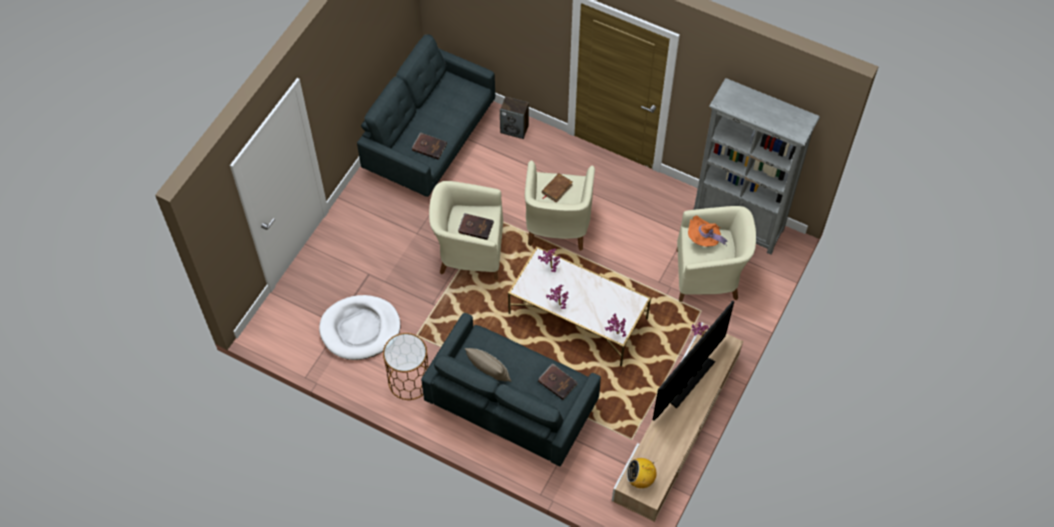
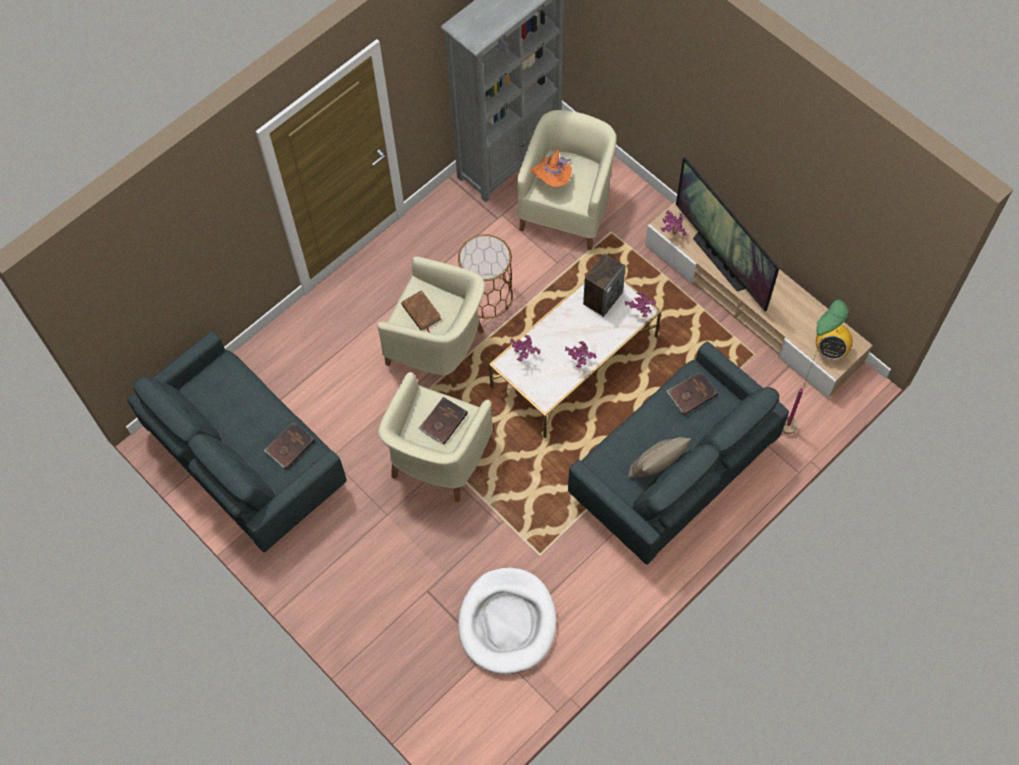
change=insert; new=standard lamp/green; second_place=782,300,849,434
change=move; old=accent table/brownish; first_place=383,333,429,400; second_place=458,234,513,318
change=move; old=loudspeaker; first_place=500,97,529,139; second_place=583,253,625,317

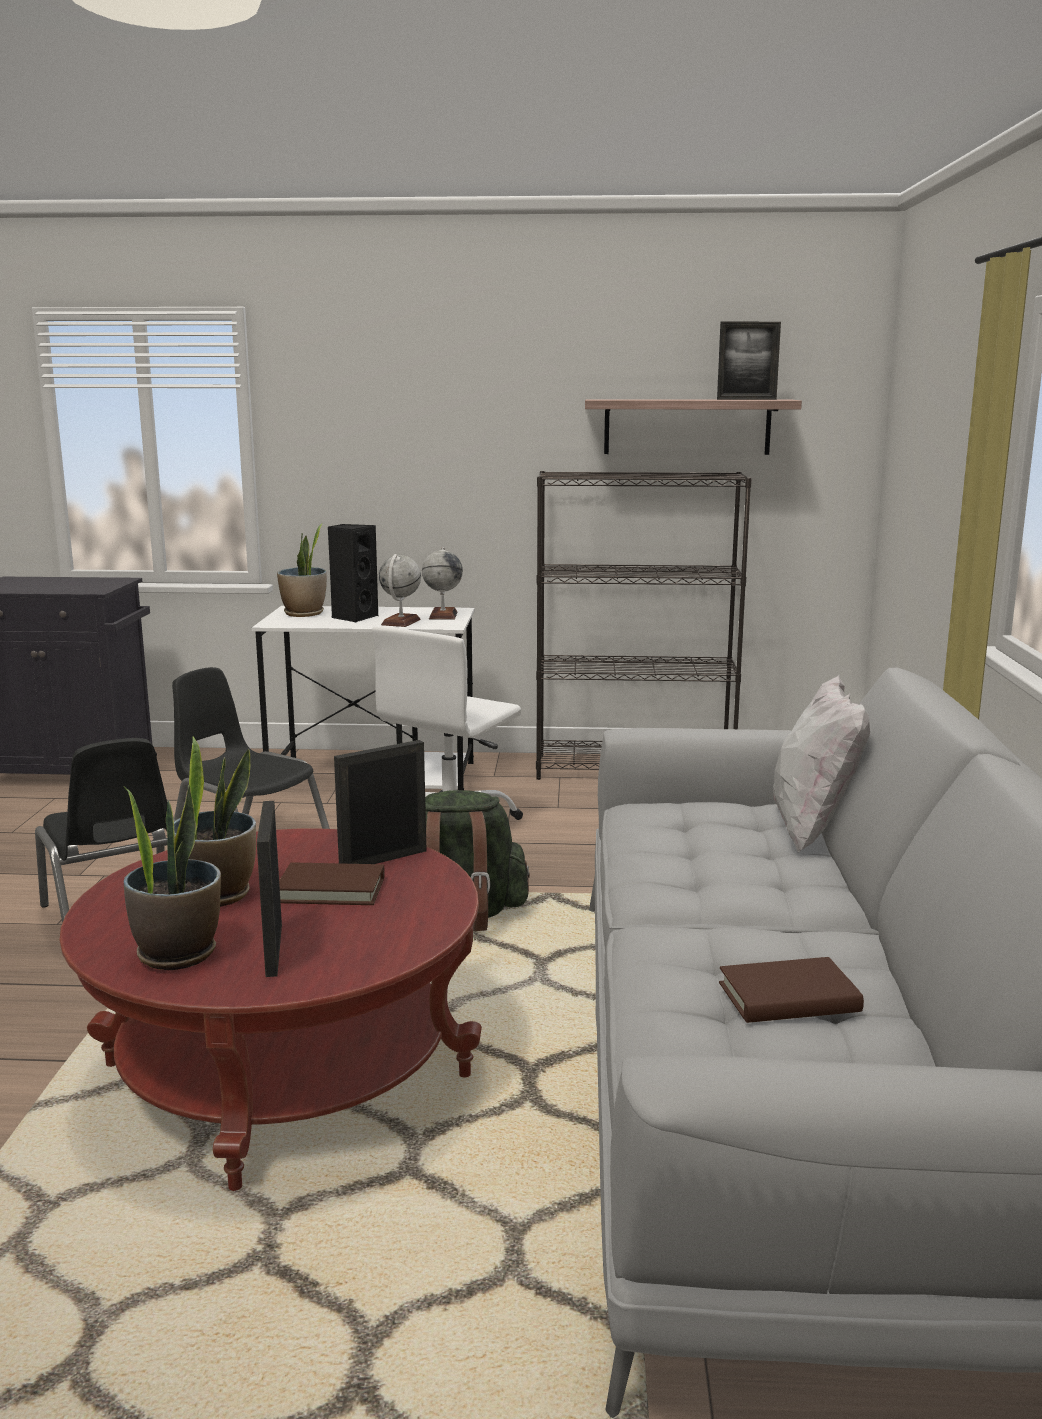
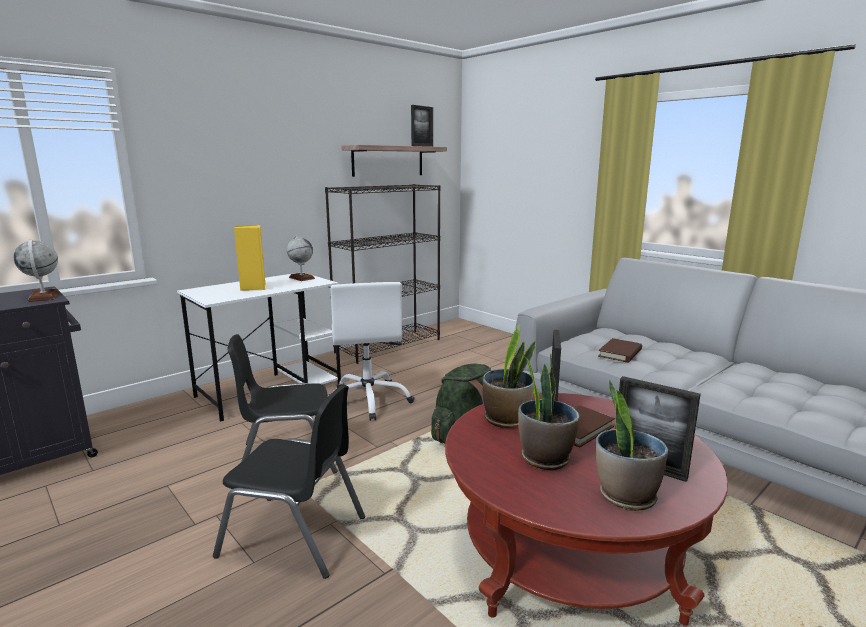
change=delete; old=cushion/white; first_place=773,675,870,852
change=move; old=houseplant; first_place=277,523,327,617; second_place=482,324,536,428
change=move; old=world globe; first_place=379,554,421,627; second_place=14,239,59,302
change=move; old=bound book/brownish; first_place=719,957,864,1023; second_place=598,338,642,363
change=recolor; old=loudspeaker/black-coloured; new=loudspeaker/yellow-coloured; first_place=328,524,378,623; second_place=234,225,266,291

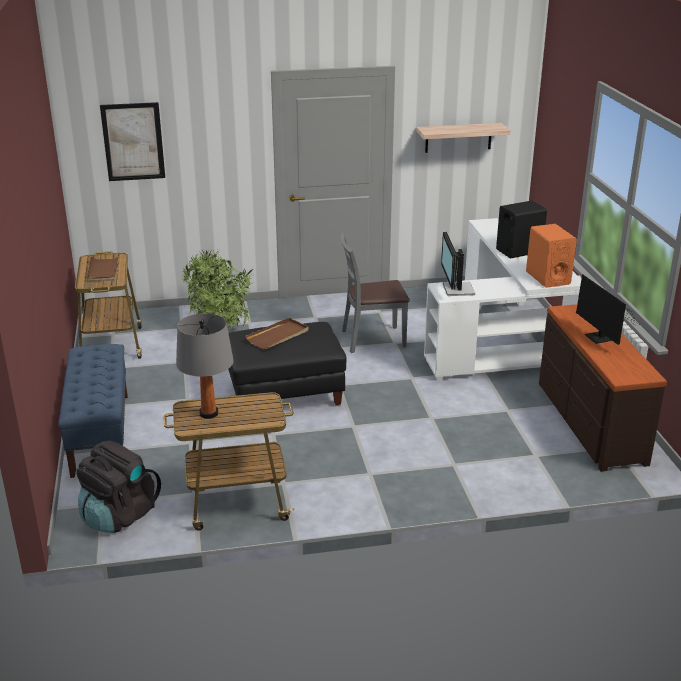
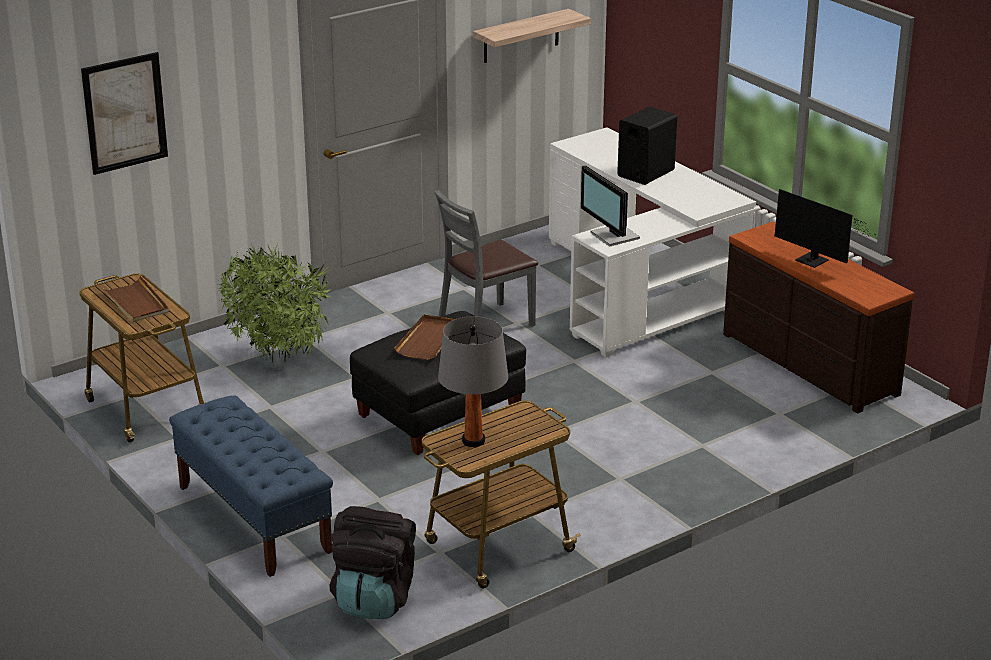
change=delete; old=loudspeaker/orangey; first_place=526,224,577,288

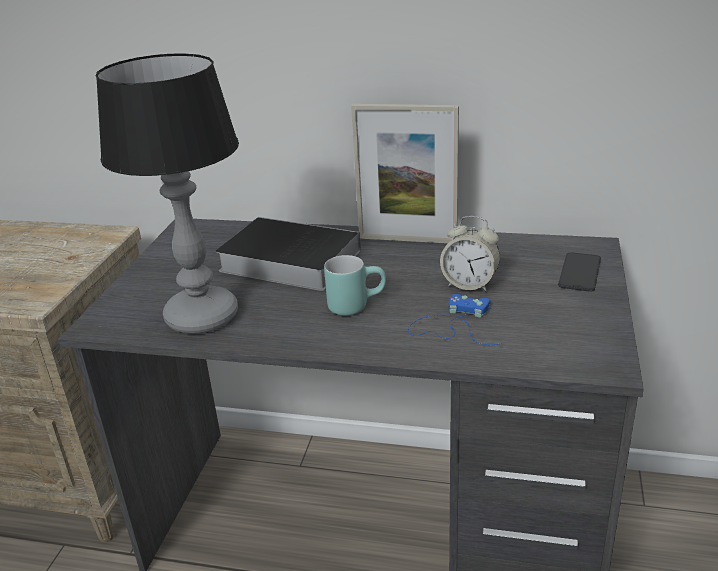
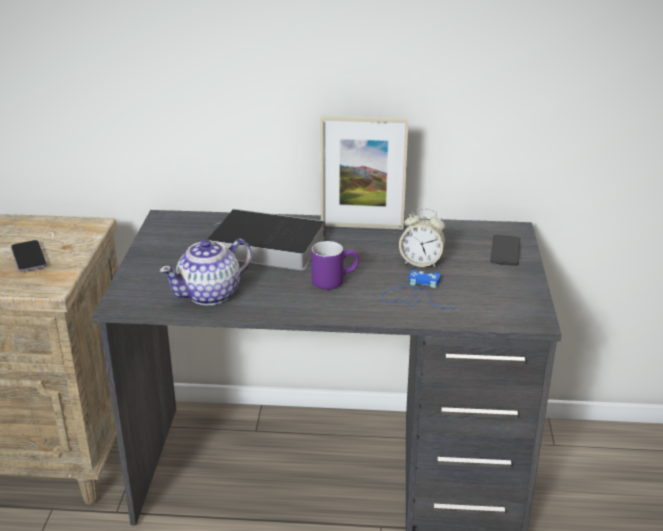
change=insert; new=telephone; second_place=11,240,47,272
change=replace; old=table lamp; new=pot for tea; first_place=96,53,239,334; second_place=159,239,252,306
change=recolor; old=tea mug/turquoise-coloured; new=tea mug/purple; first_place=324,255,386,316; second_place=311,241,359,290

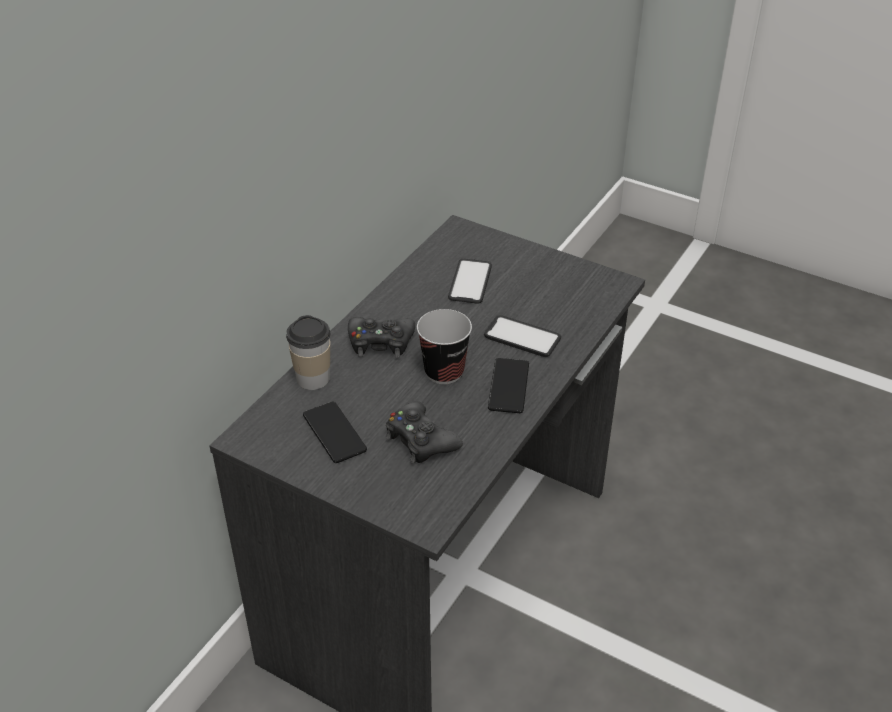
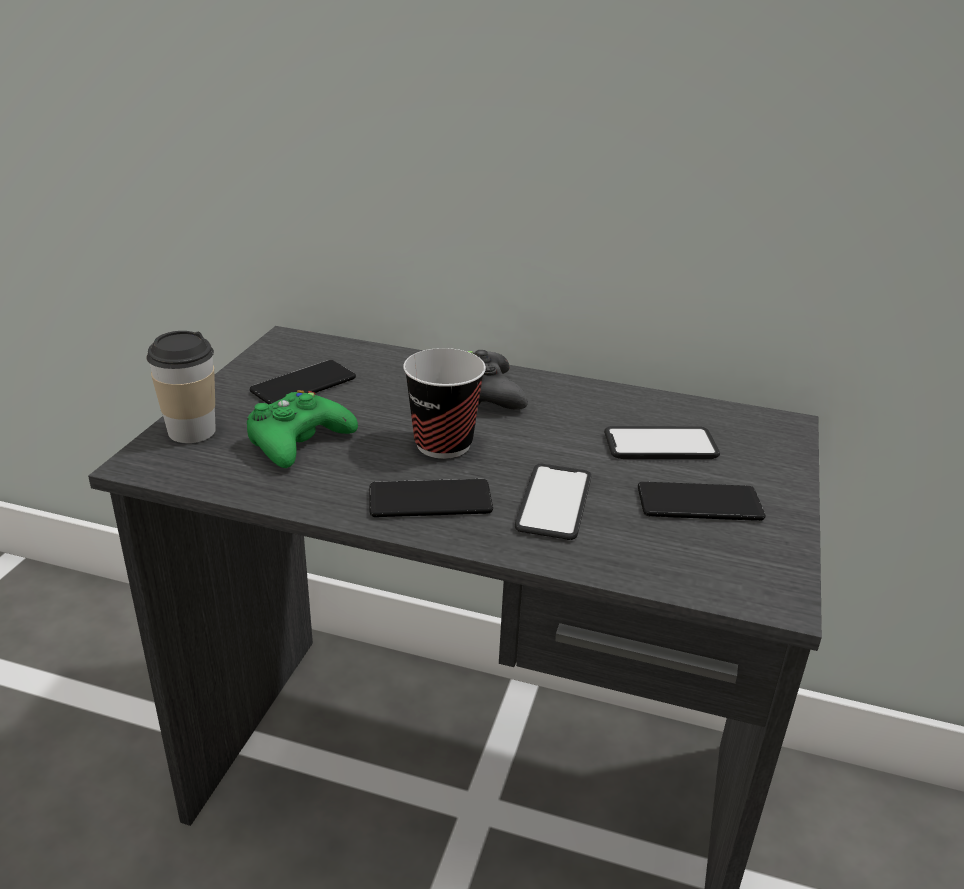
change=insert; new=telephone; second_place=638,482,765,521
change=move; old=drinking cup; first_place=286,315,330,390; second_place=146,331,216,443
change=recolor; old=game controller/black-coloured; new=game controller/green; first_place=386,401,463,464; second_place=247,390,358,468

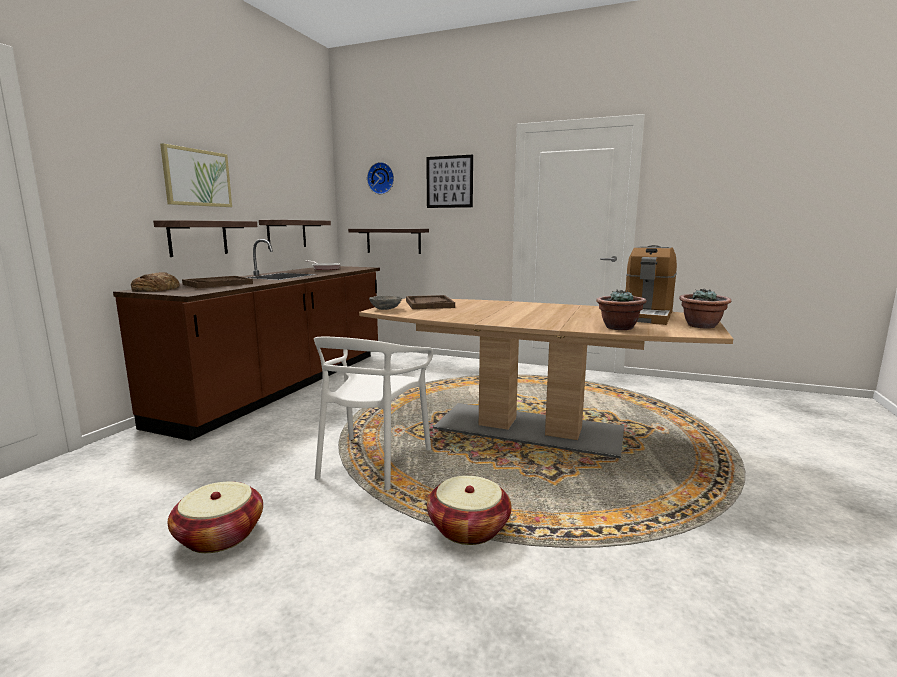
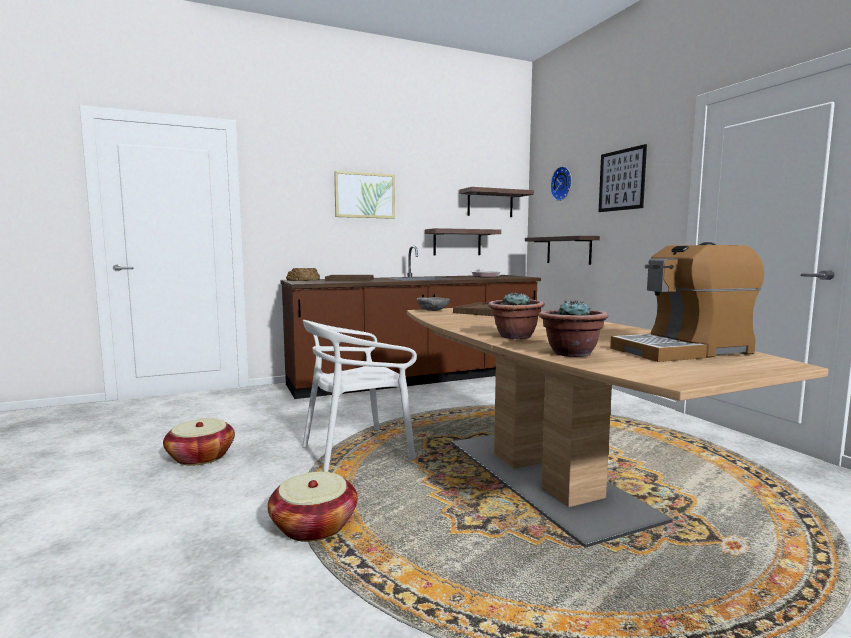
change=move; old=bracket shelf; first_place=153,220,257,257; second_place=459,187,534,217
change=move; old=houseplant; first_place=679,289,732,329; second_place=488,291,545,339

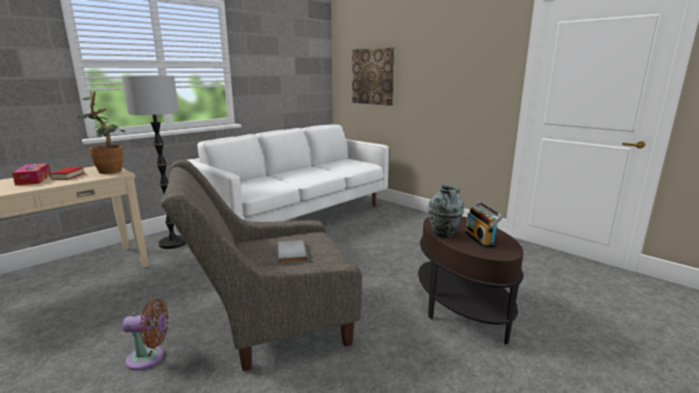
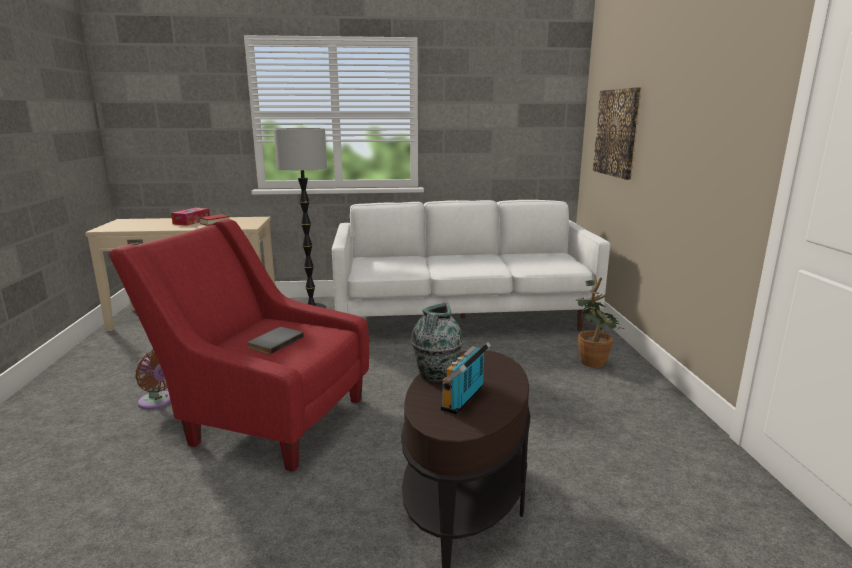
change=move; old=houseplant; first_place=78,91,126,174; second_place=575,275,624,368
change=recolor; old=easy chair/greyish; new=easy chair/red-coloured; first_place=160,160,362,371; second_place=109,219,369,472

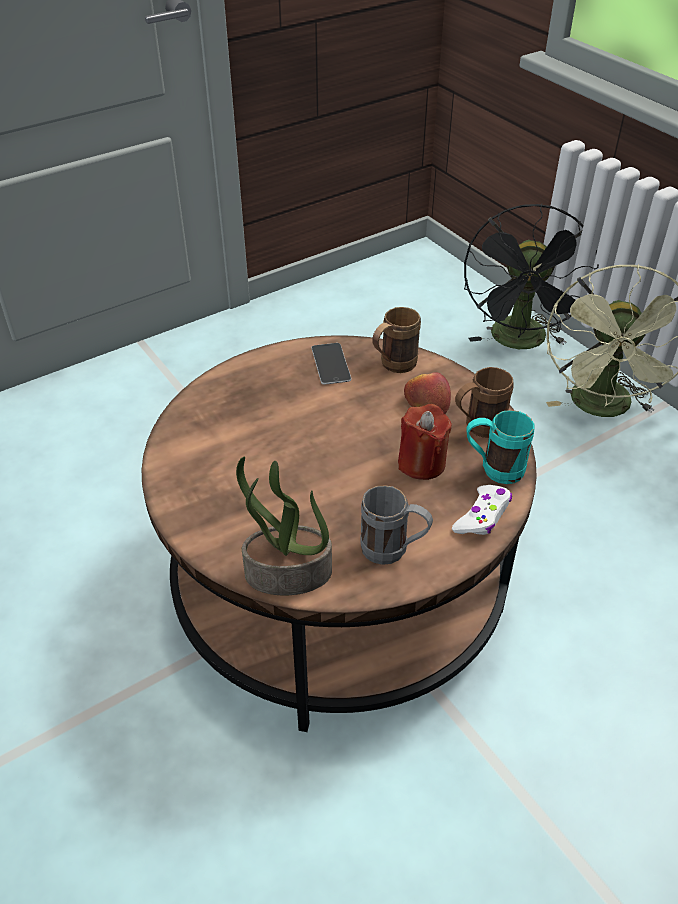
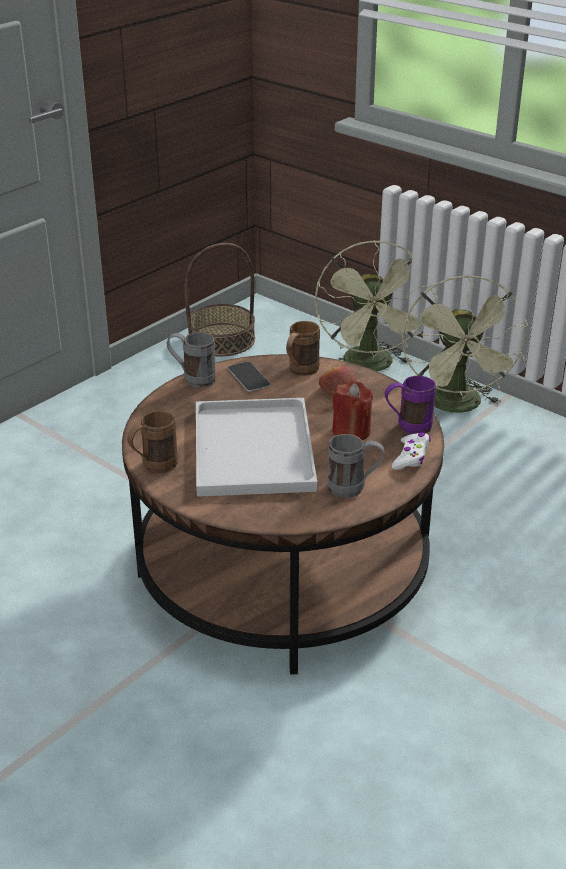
change=delete; old=houseplant; first_place=236,457,332,595
change=insert; new=tea mug/greyish; second_place=167,332,216,388
change=insert; new=storage basket; second_place=184,243,255,356
change=insert; new=carrying tray/white; second_place=196,398,317,497
change=move; old=tea mug/brownish; first_place=455,367,514,438; second_place=127,411,178,473
change=recolor; old=electric fan/black-coloured; new=electric fan/green; first_place=464,204,599,349; second_place=315,240,432,371
change=recolor; old=tea mug/turquoise-coloured; new=tea mug/purple; first_place=466,410,535,484; second_place=385,376,436,434

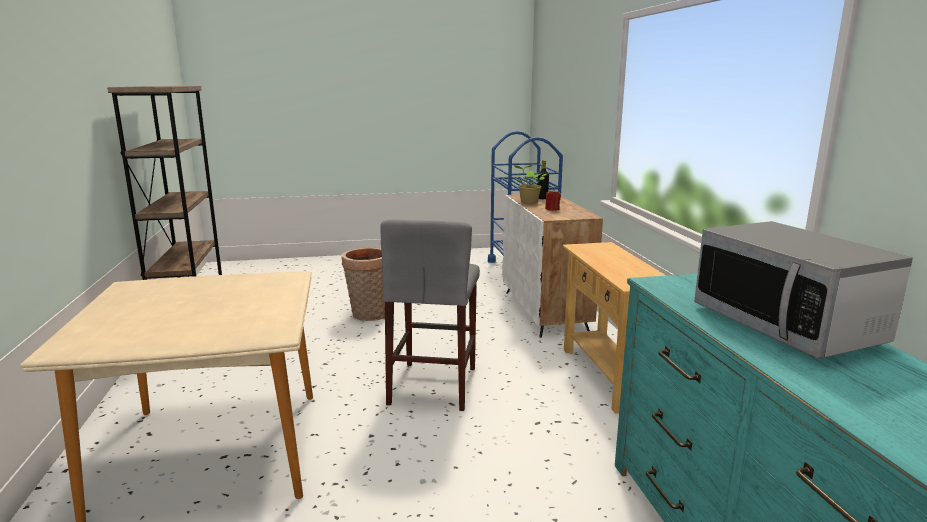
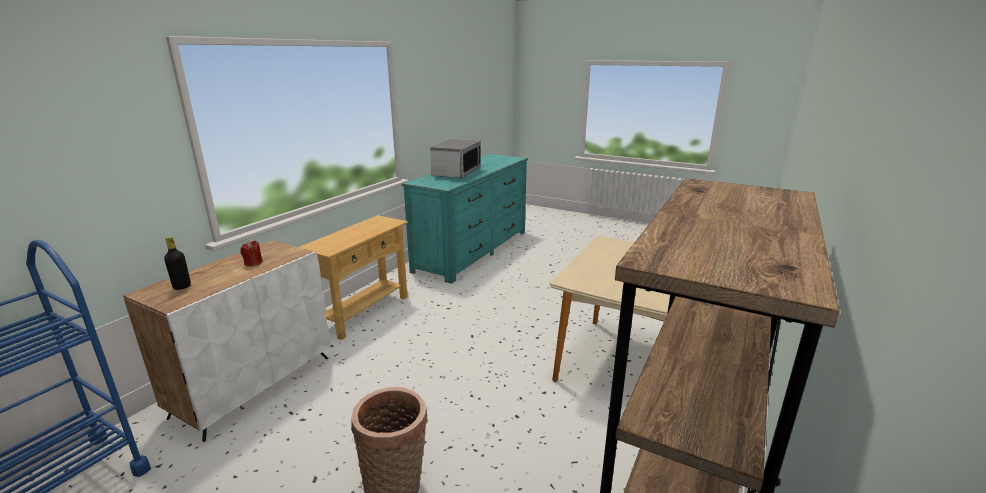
change=delete; old=stool/greyish; first_place=380,220,480,411
change=delete; old=houseplant; first_place=513,165,547,204

